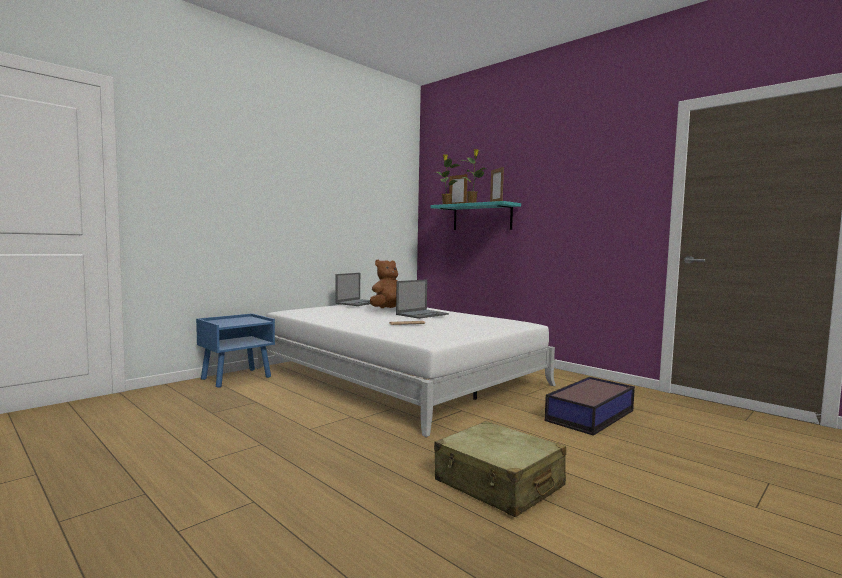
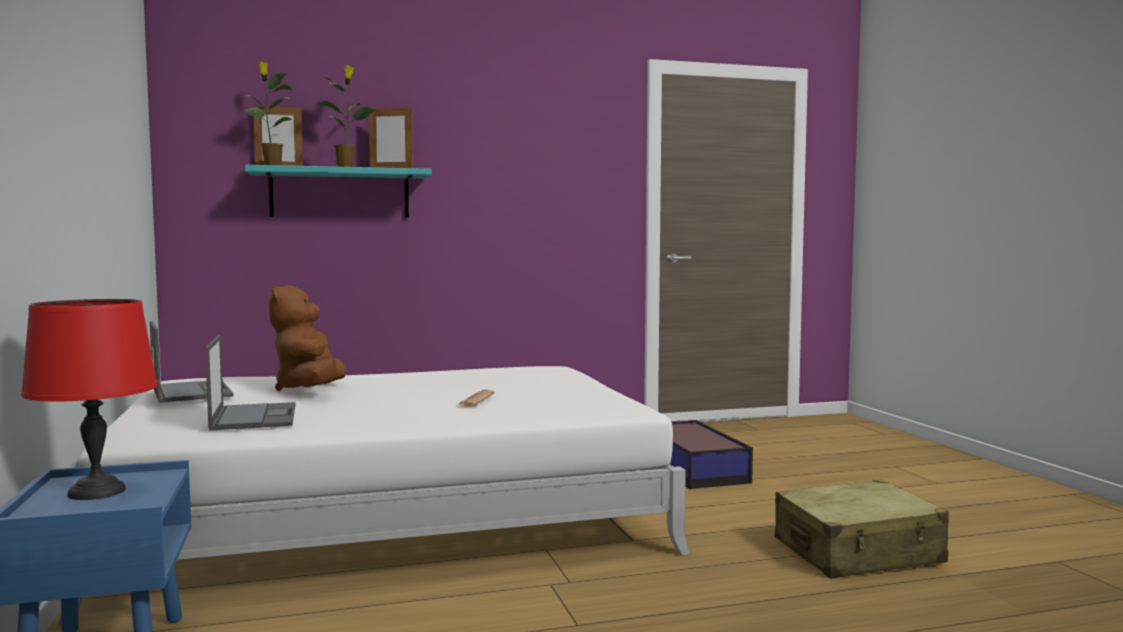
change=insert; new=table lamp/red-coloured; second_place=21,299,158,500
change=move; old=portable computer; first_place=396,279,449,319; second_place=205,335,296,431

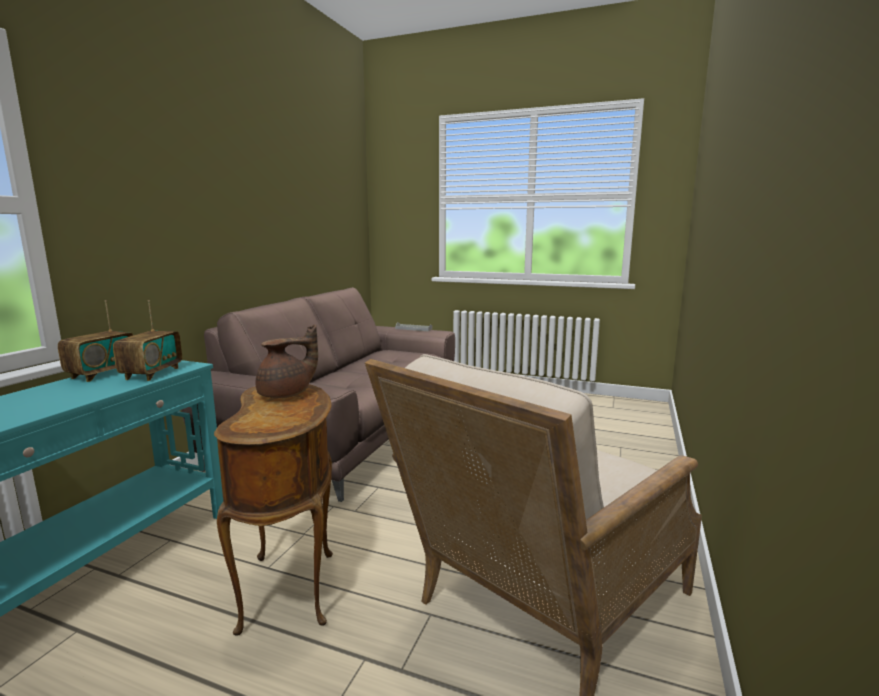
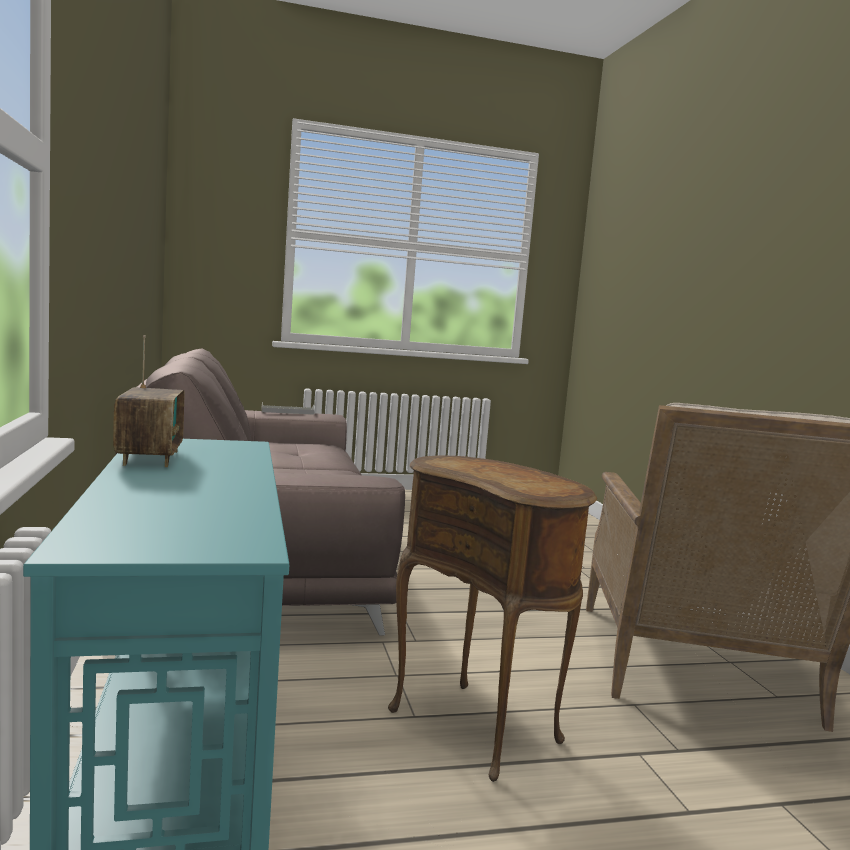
change=delete; old=radio; first_place=113,300,182,381
change=delete; old=pot for tea/brownish; first_place=256,324,318,398

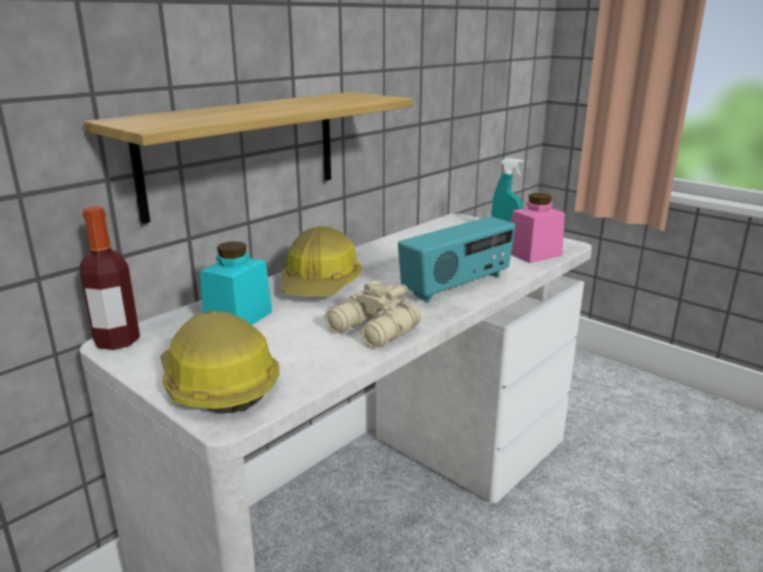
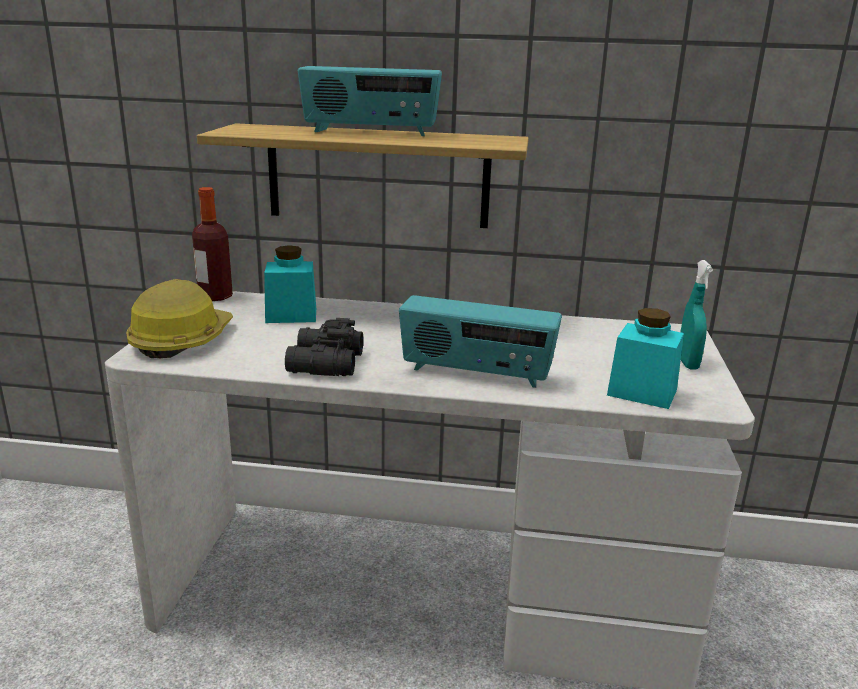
change=delete; old=hard hat; first_place=281,226,362,297
change=insert; new=radio; second_place=298,66,442,136
change=recolor; old=field glasses/beige-coloured; new=field glasses/black-coloured; first_place=325,280,421,348; second_place=285,318,363,376
change=recolor; old=storage jar/pink; new=storage jar/turquoise-coloured; first_place=511,193,565,263; second_place=607,308,684,409

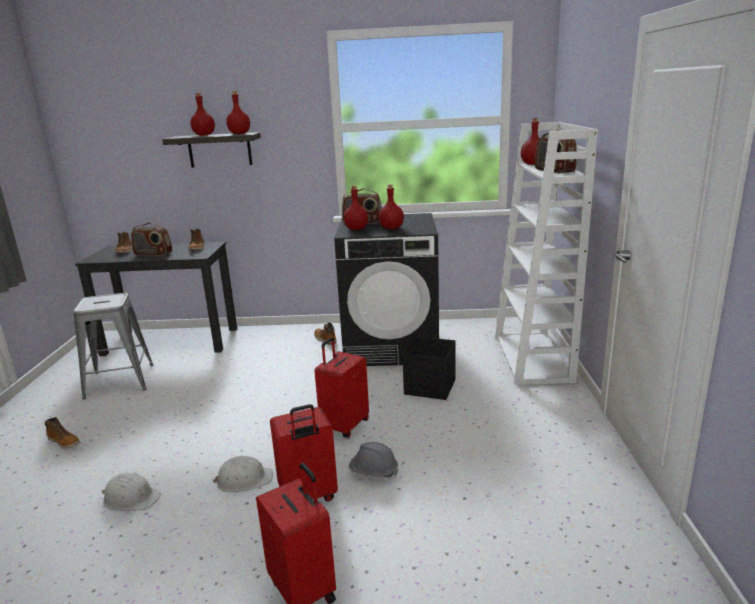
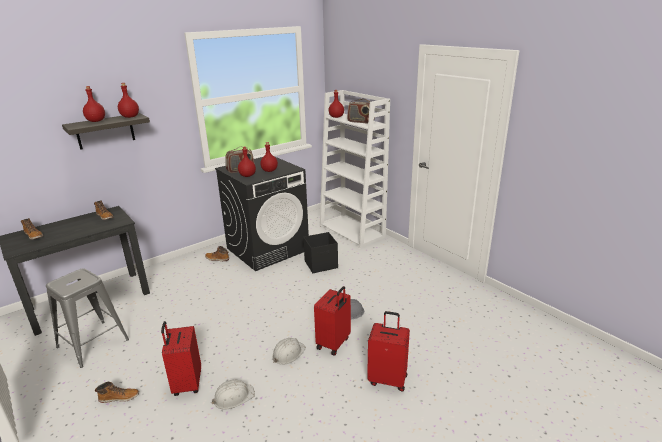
change=delete; old=radio; first_place=131,222,172,256
change=move; old=travel case/red-coloured; first_place=315,337,369,438; second_place=161,321,201,396

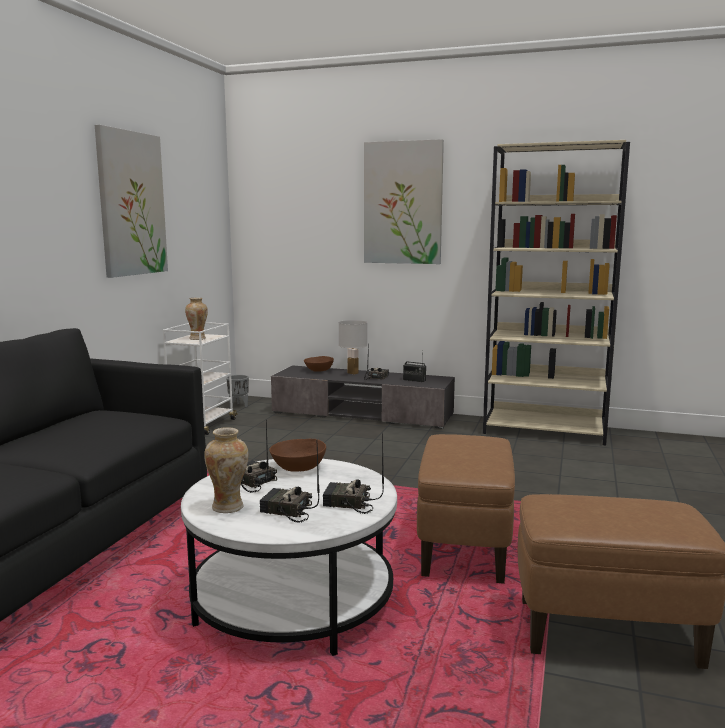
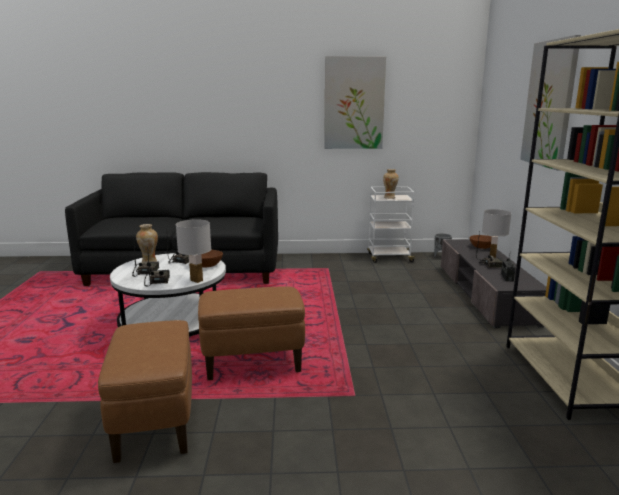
change=insert; new=table lamp/white; second_place=176,219,211,283

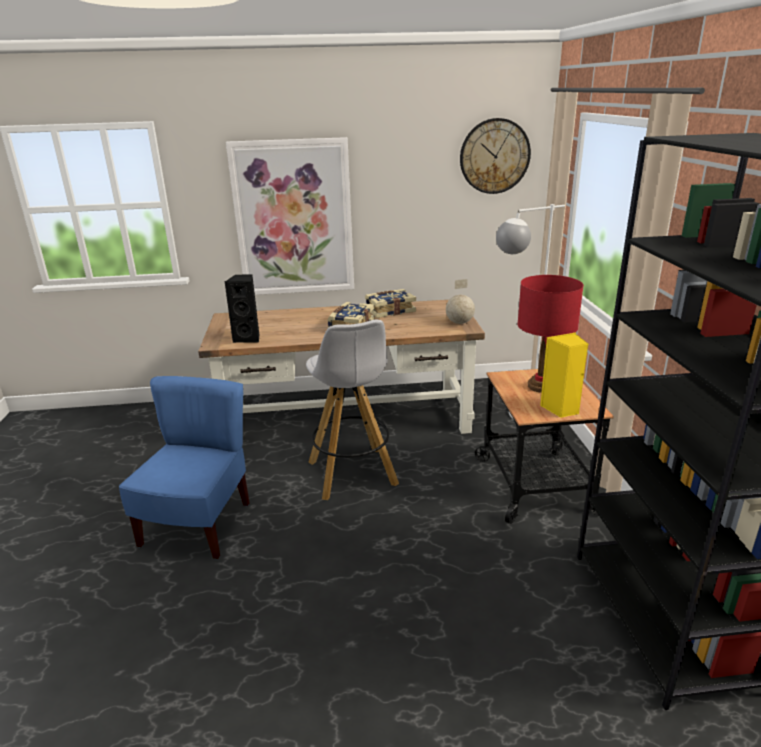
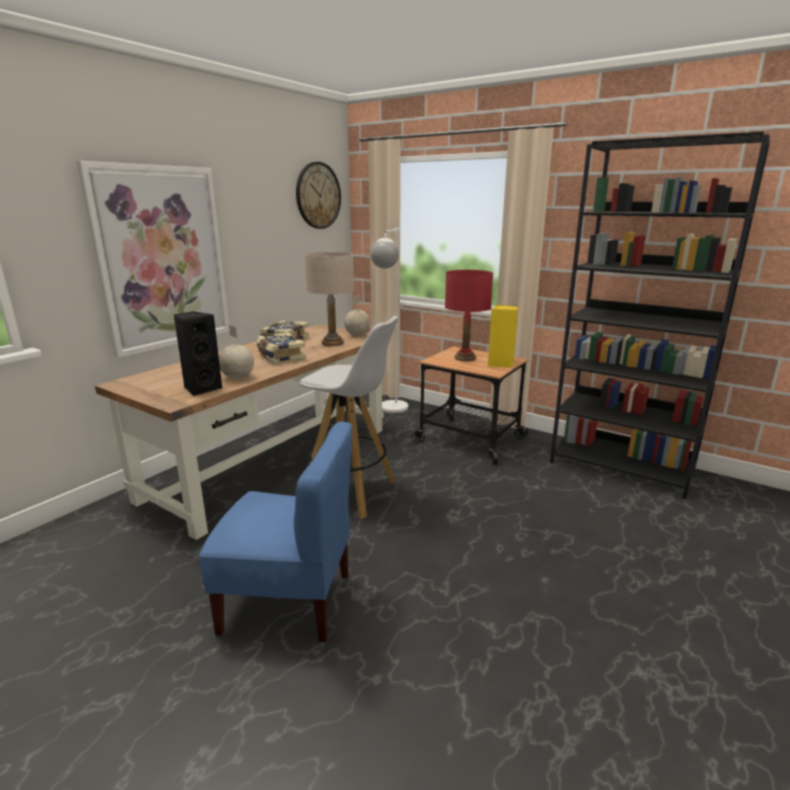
change=insert; new=world globe; second_place=219,325,254,379
change=insert; new=table lamp/beige-coloured; second_place=304,252,354,347
change=rotate; old=plain chair/blue; first_place=119,376,250,559; second_place=199,422,352,643; degrees=135

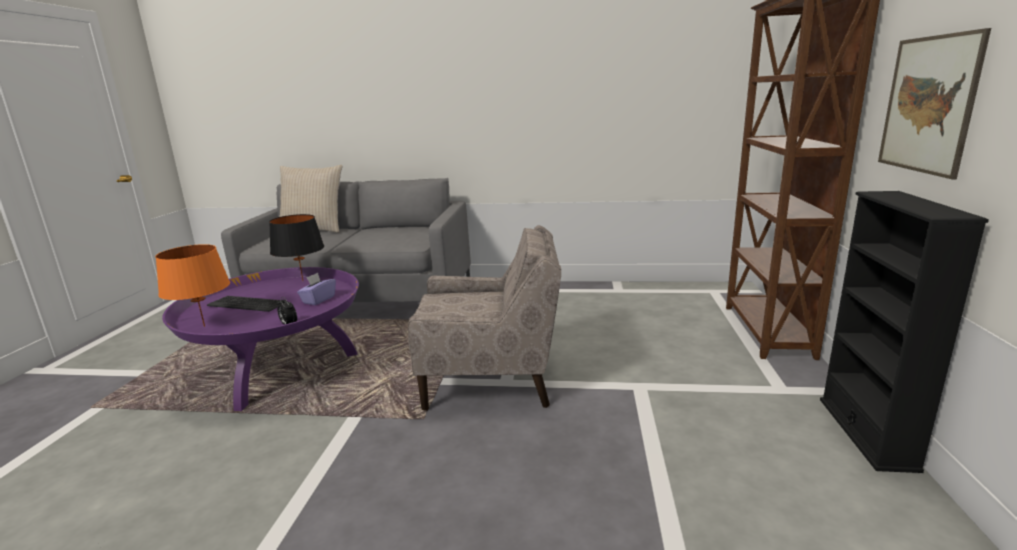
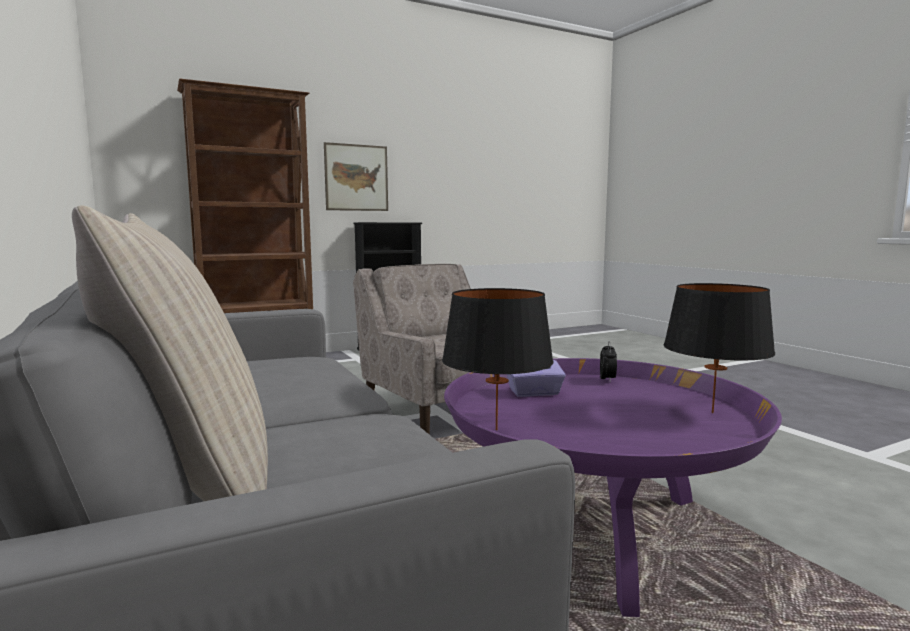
change=delete; old=keyboard; first_place=207,296,288,312
change=recolor; old=table lamp/orangey; new=table lamp/black-coloured; first_place=155,244,230,327; second_place=663,283,775,413

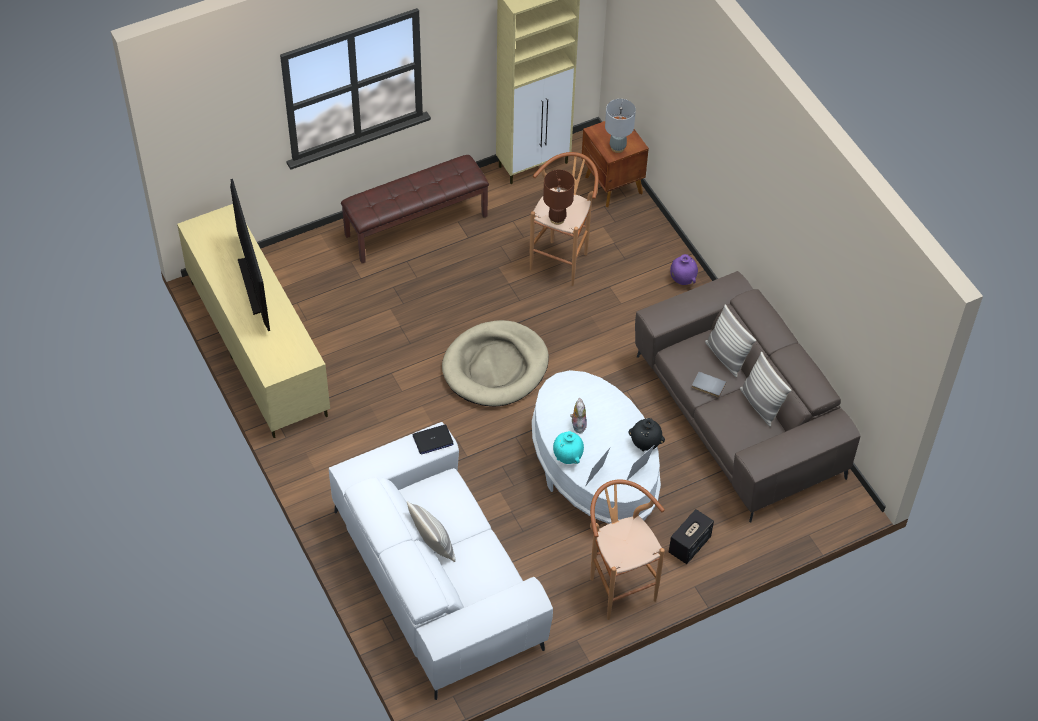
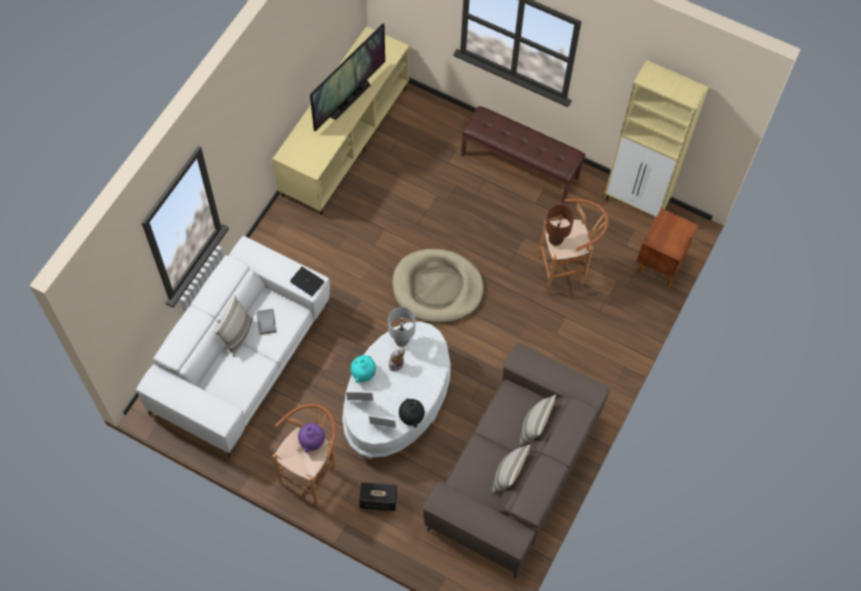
change=move; old=table lamp/greyish; first_place=605,99,636,153; second_place=388,307,415,347
change=move; old=flower vase/purple; first_place=670,254,698,285; second_place=298,422,325,453
change=move; old=bound book/greyish; first_place=692,371,726,398; second_place=257,309,276,335

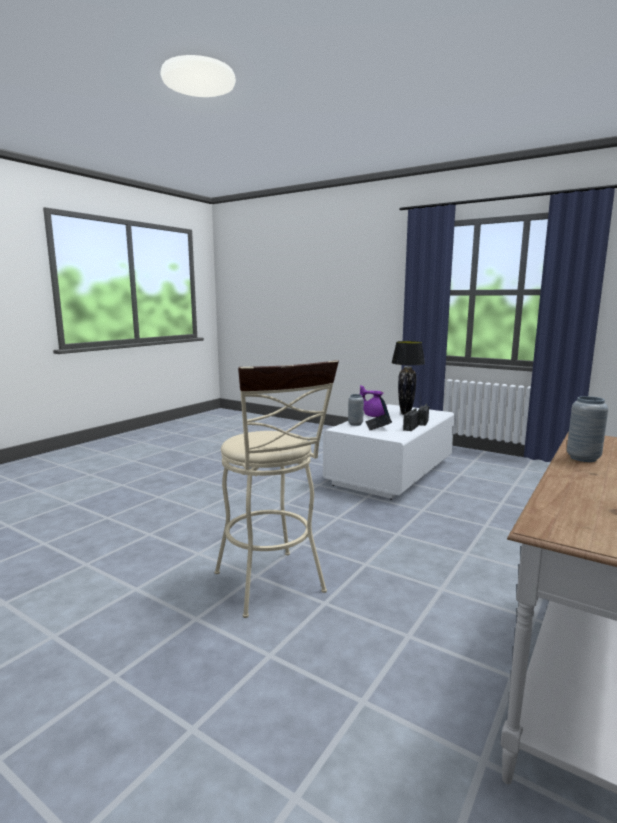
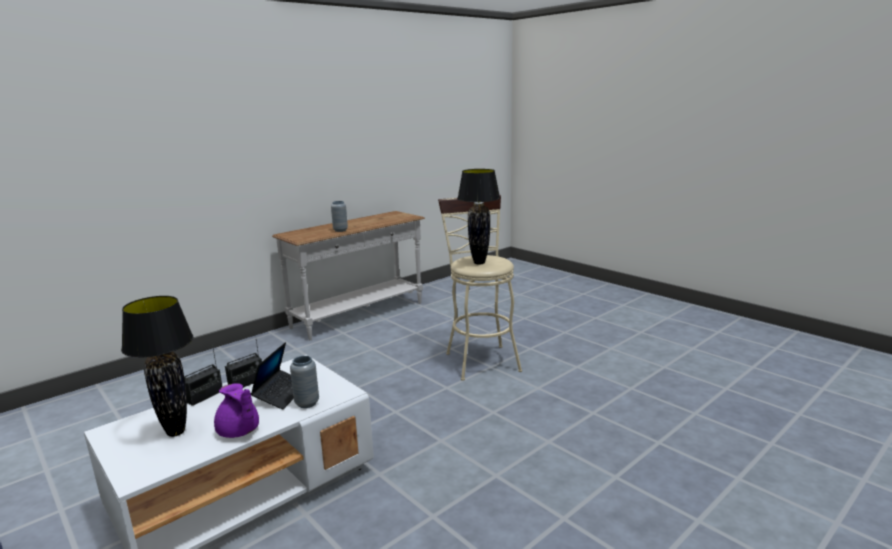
change=insert; new=table lamp/black-coloured; second_place=457,169,500,265

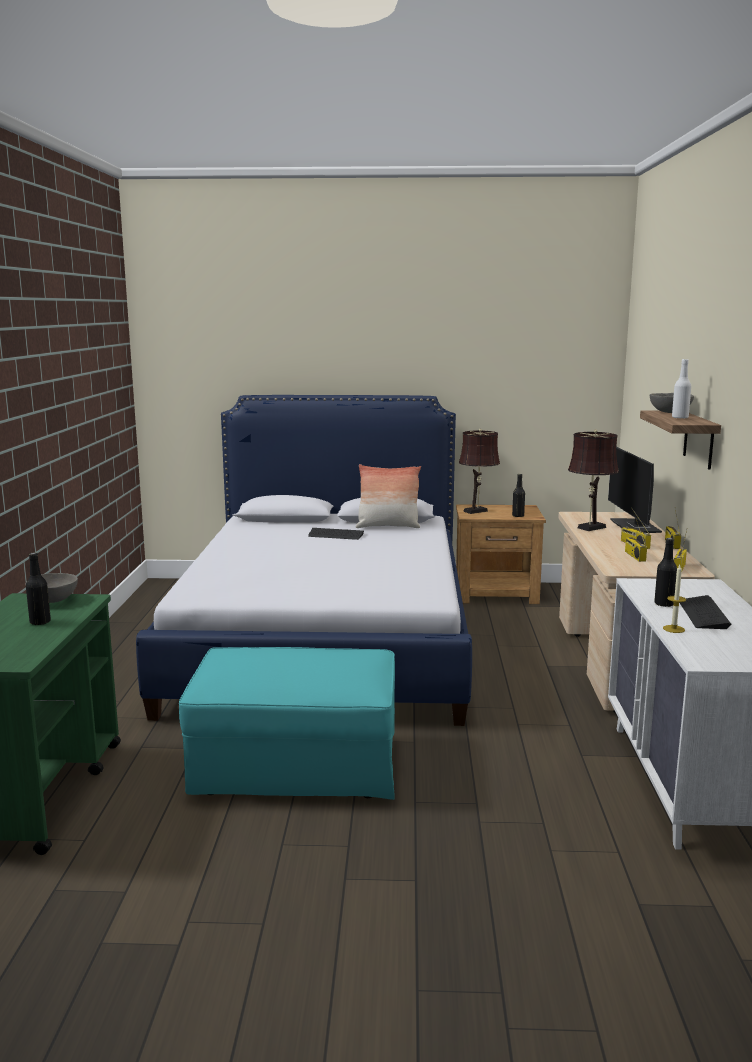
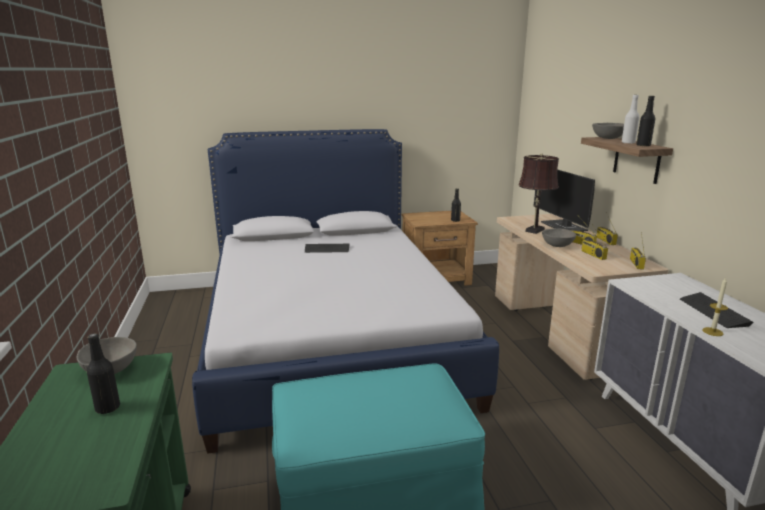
change=delete; old=cushion; first_place=356,464,421,528
change=delete; old=table lamp/brownish; first_place=459,429,500,514
change=insert; new=deep dish/greyish; second_place=542,228,576,247
change=move; old=drink bottle/black-coloured; first_place=654,538,677,607; second_place=636,96,655,147

